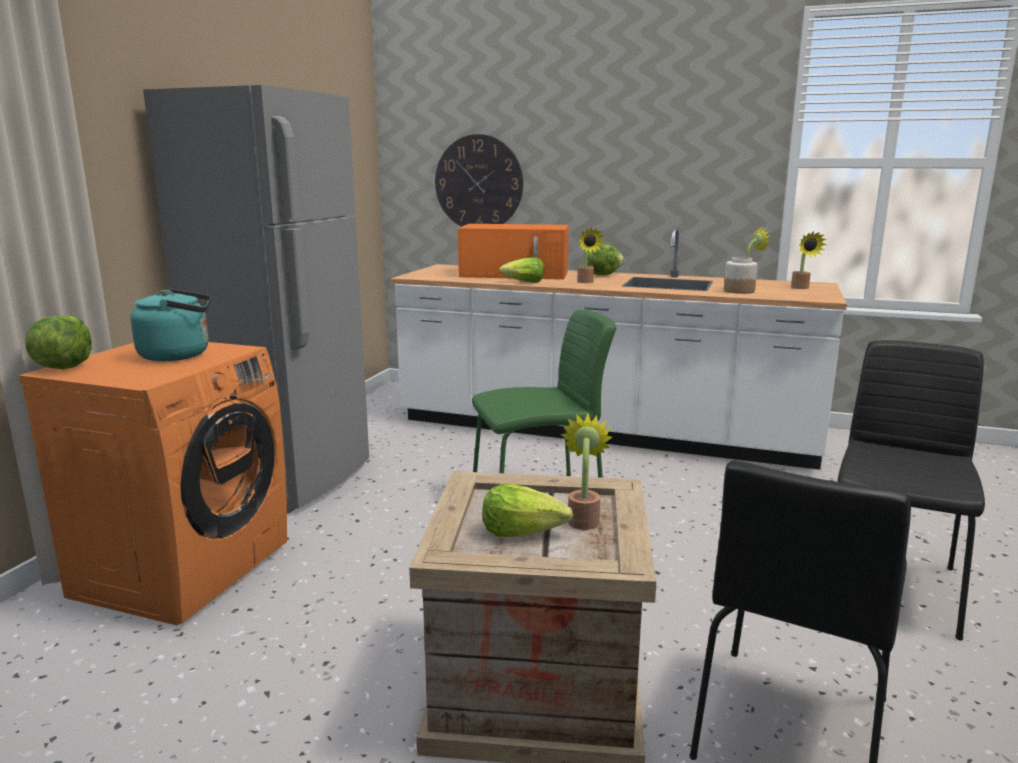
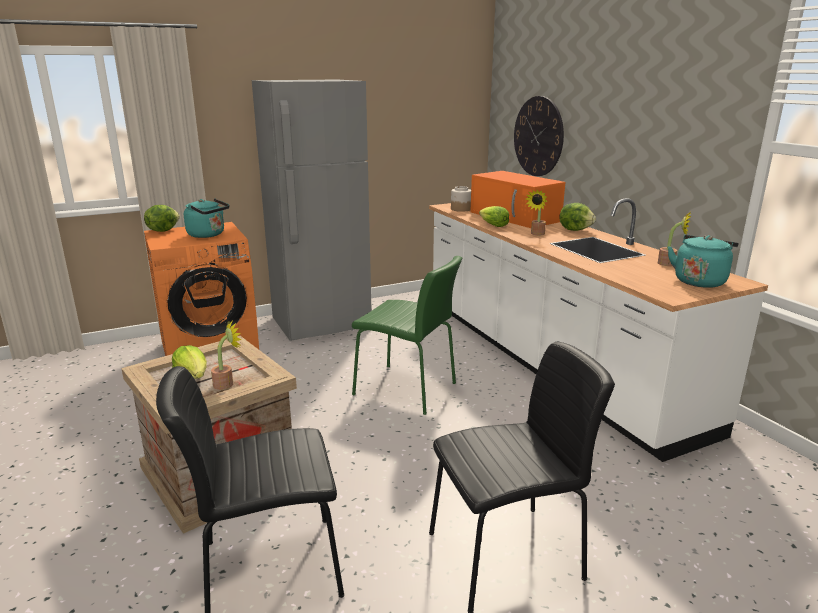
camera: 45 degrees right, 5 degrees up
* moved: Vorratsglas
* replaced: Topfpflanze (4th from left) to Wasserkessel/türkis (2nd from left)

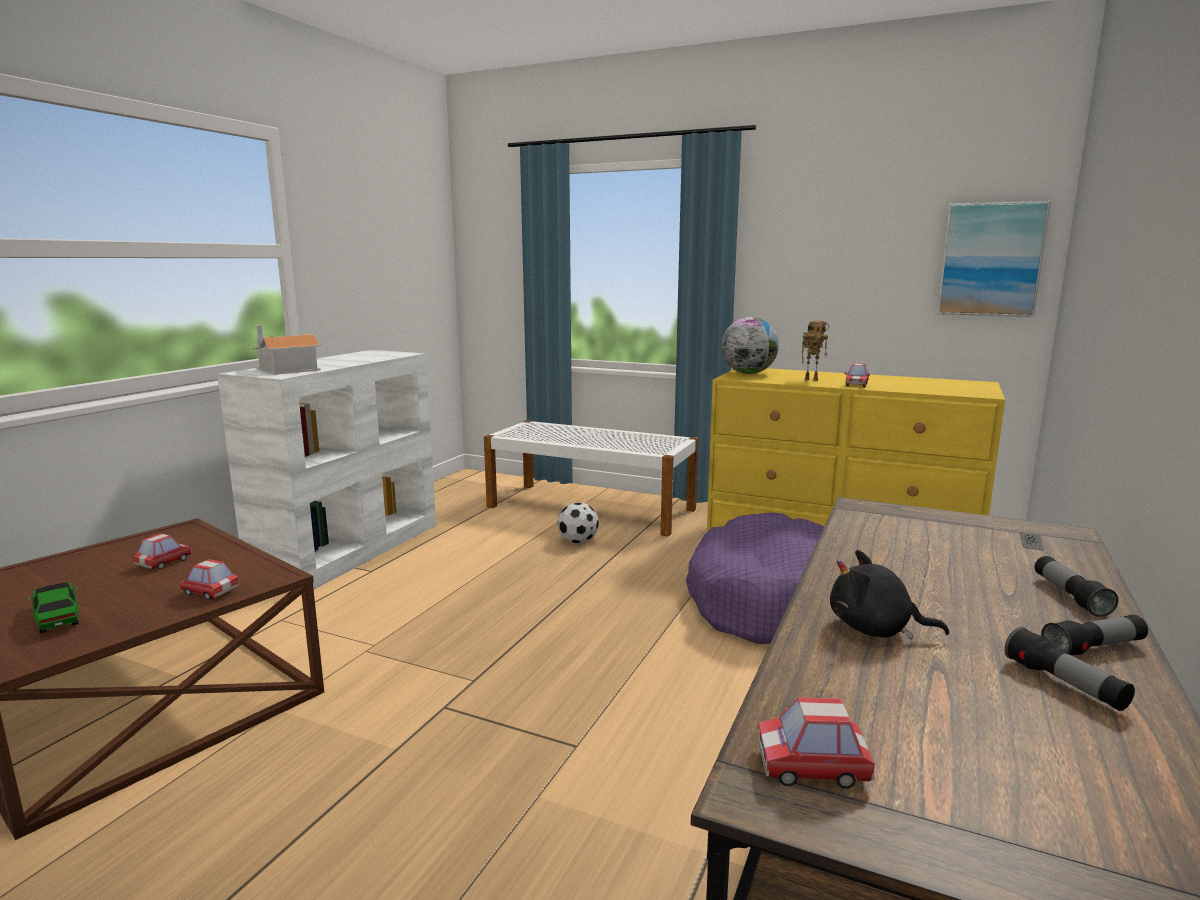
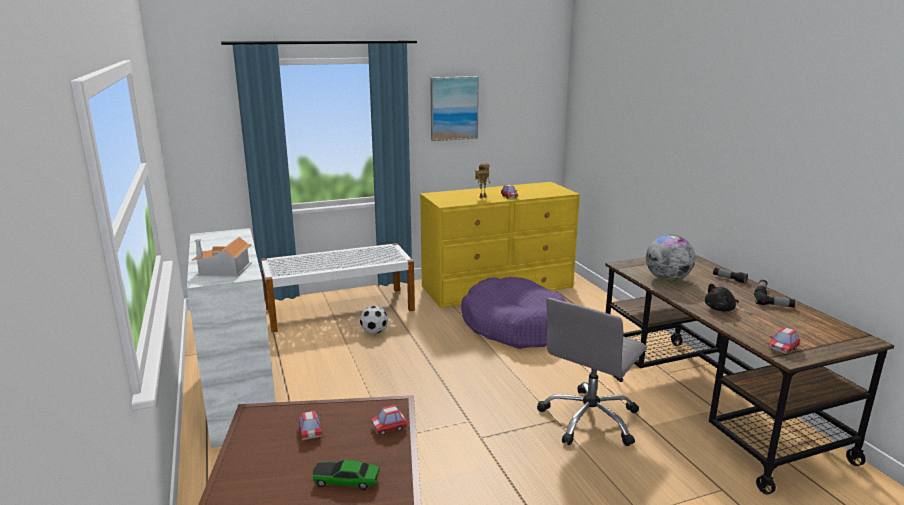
camera: 45 degrees left, 5 degrees up
* moved: Bild
* added: Bürostuhl/grau
* moved: Globus

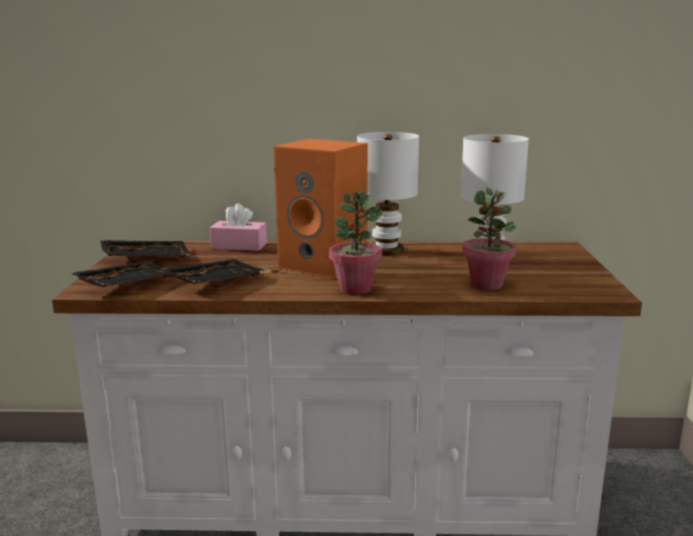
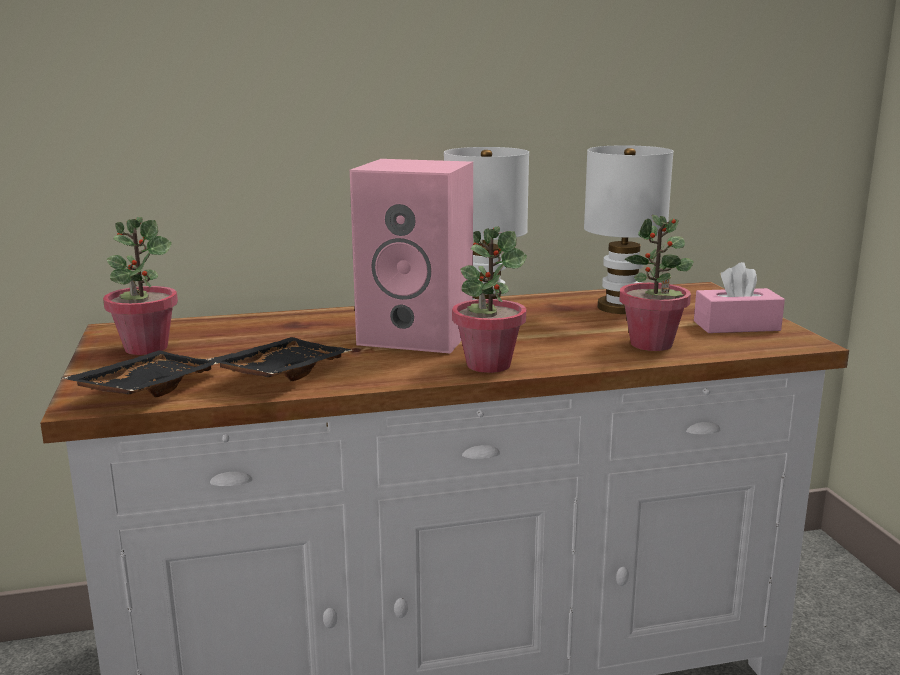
camera: 15 degrees left, 0 degrees up
* replaced: Tablett/schwarz (2nd from left) to Topfpflanze (1st from left)
* recoloured: Lautsprecher/orange to Lautsprecher/rosa
* moved: Taschentuchbox/rosa

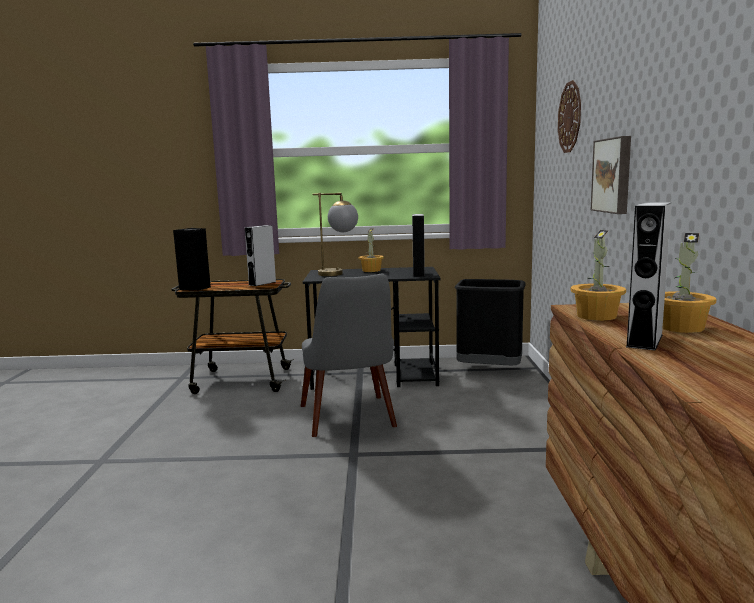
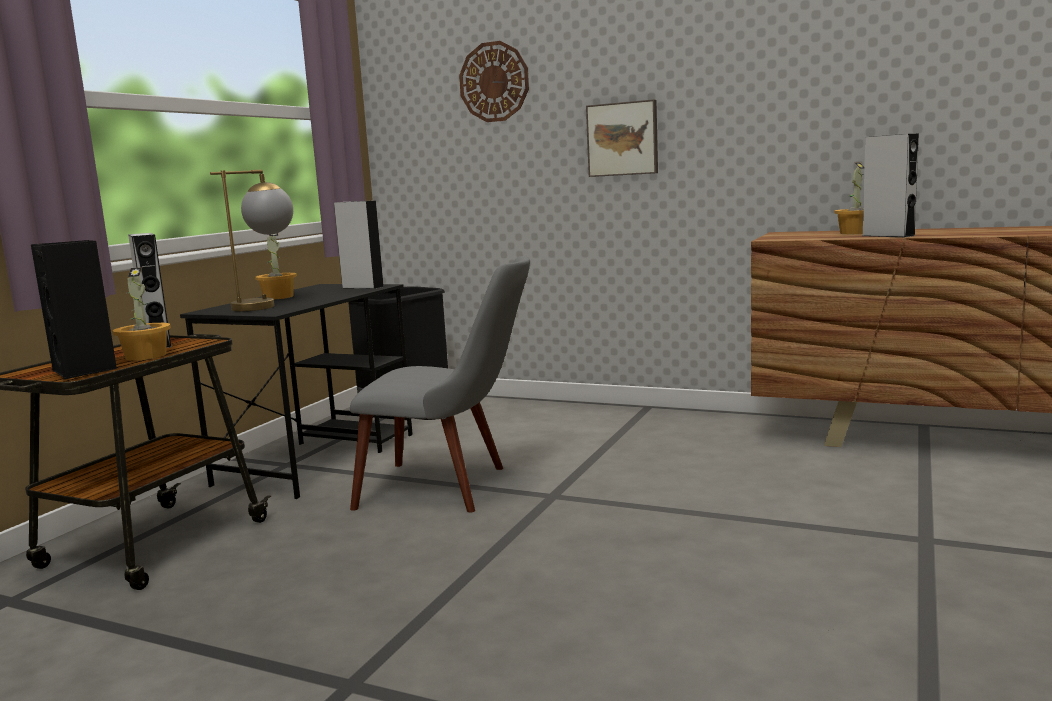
camera: 65 degrees left, 0 degrees up
* moved: Topfpflanze (2nd from left in the first image) to Topfpflanze (1st from left)

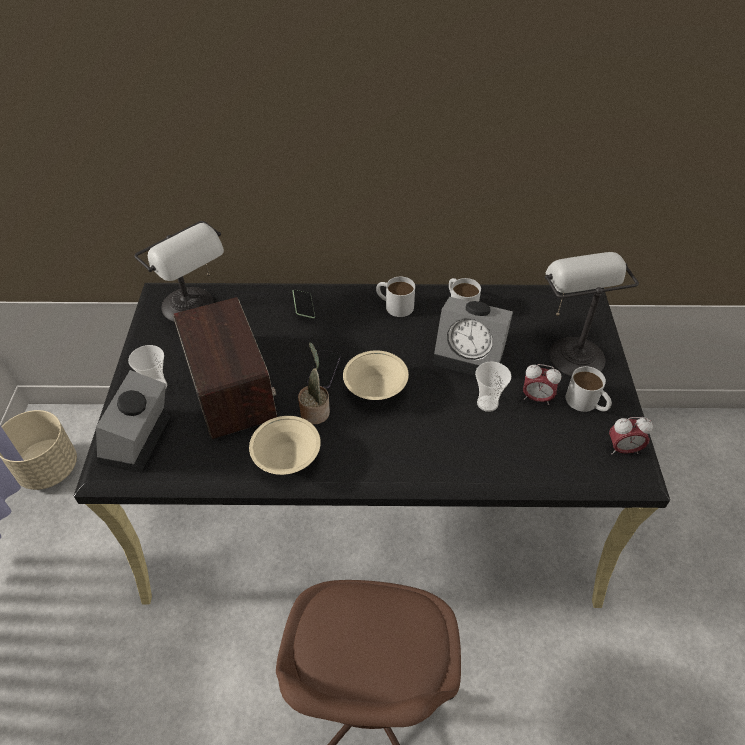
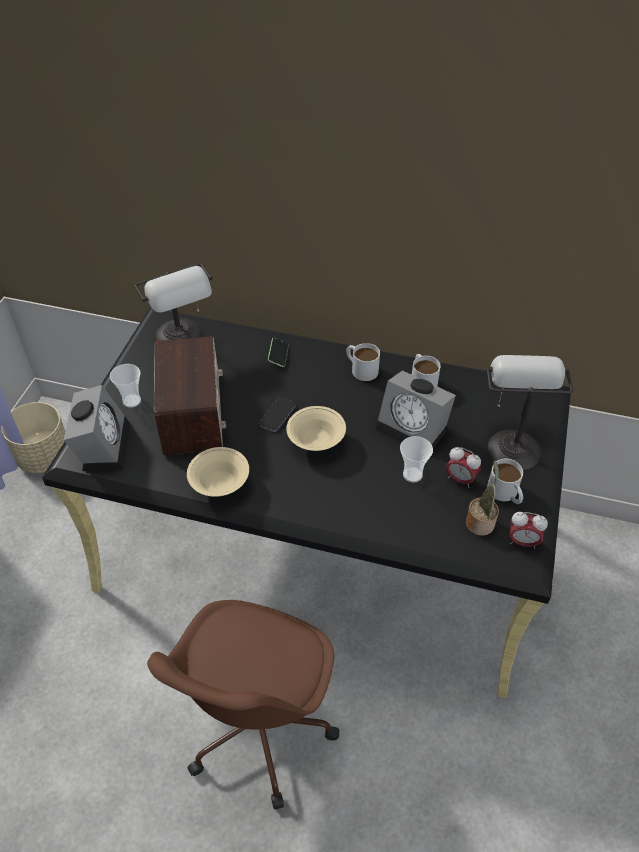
camera: 15 degrees right, 0 degrees up
* turned: Wecker (1st from left) 150 degrees clockwise
* moved: Topfpflanze

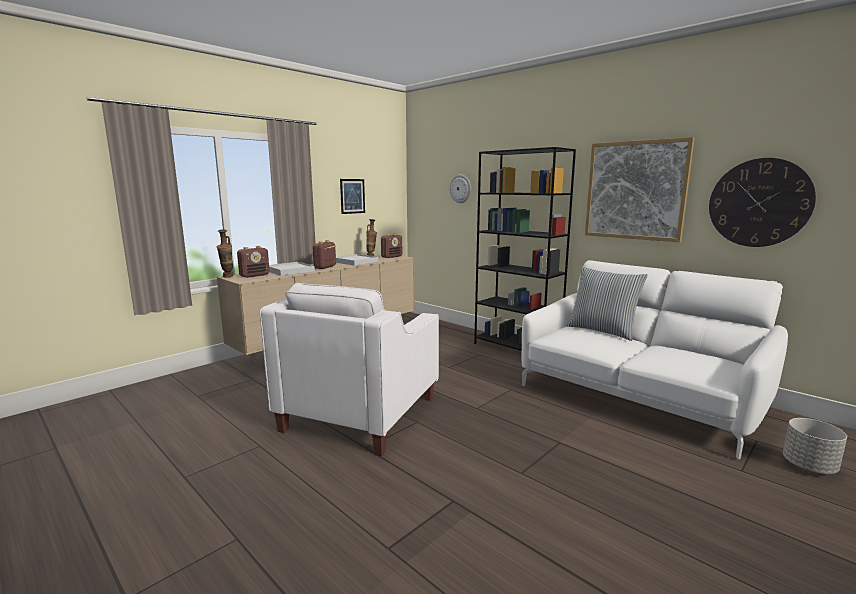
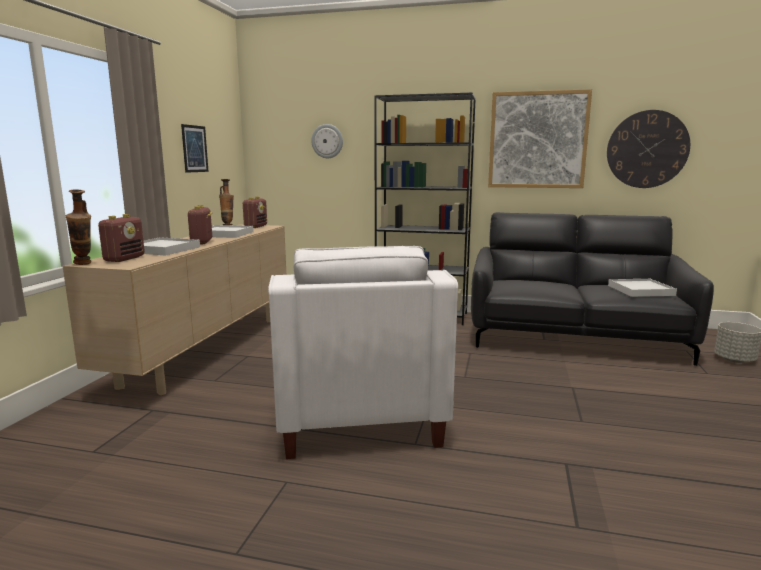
camera: 30 degrees left, 0 degrees up
* recoloured: Sofa/weiß to Sofa/schwarz
* added: Tablett/weiß (3rd from left)
* removed: Kissen

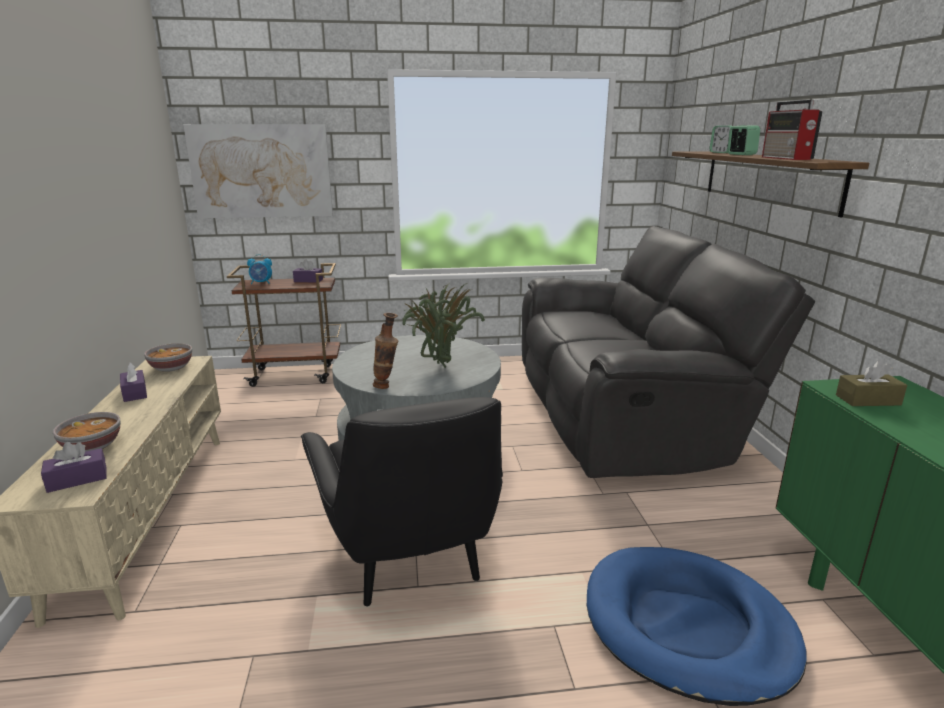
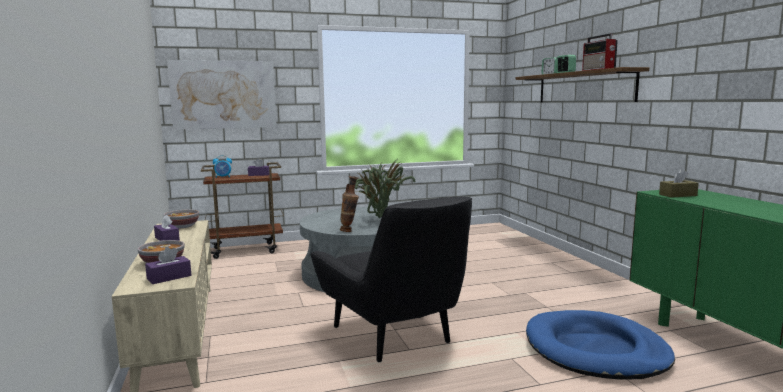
camera: 10 degrees left, 10 degrees down
* removed: Sofa/grau

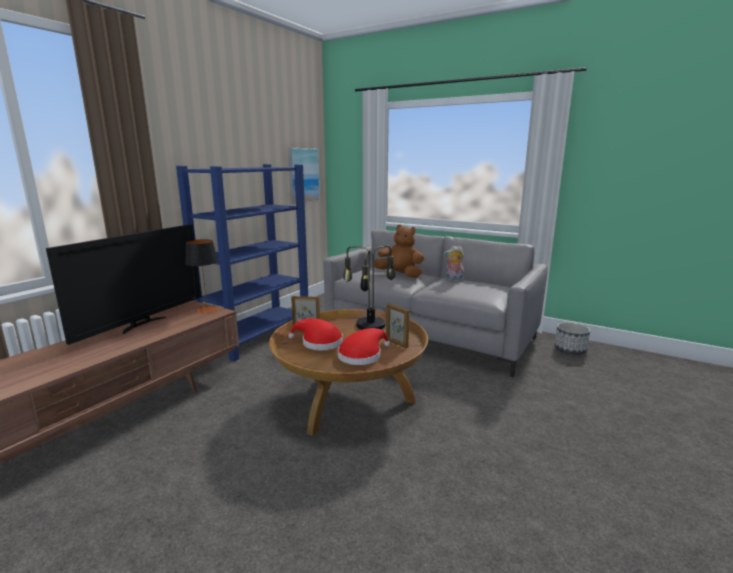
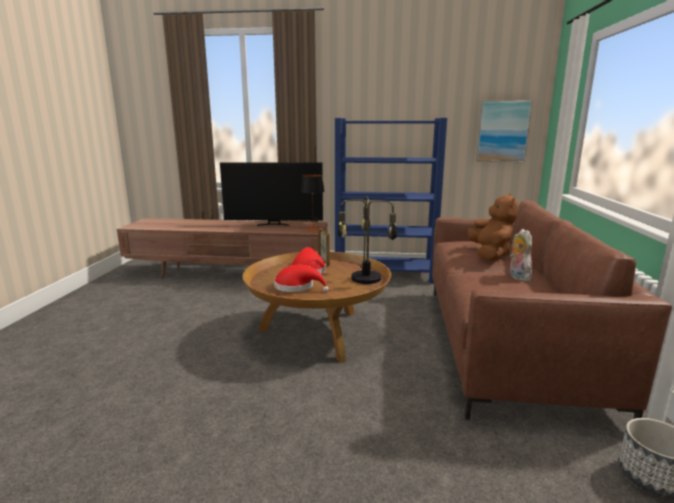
camera: 65 degrees right, 0 degrees up
* recoloured: Sofa/grau to Sofa/braun
* removed: Bilderrahmen (2nd from left)

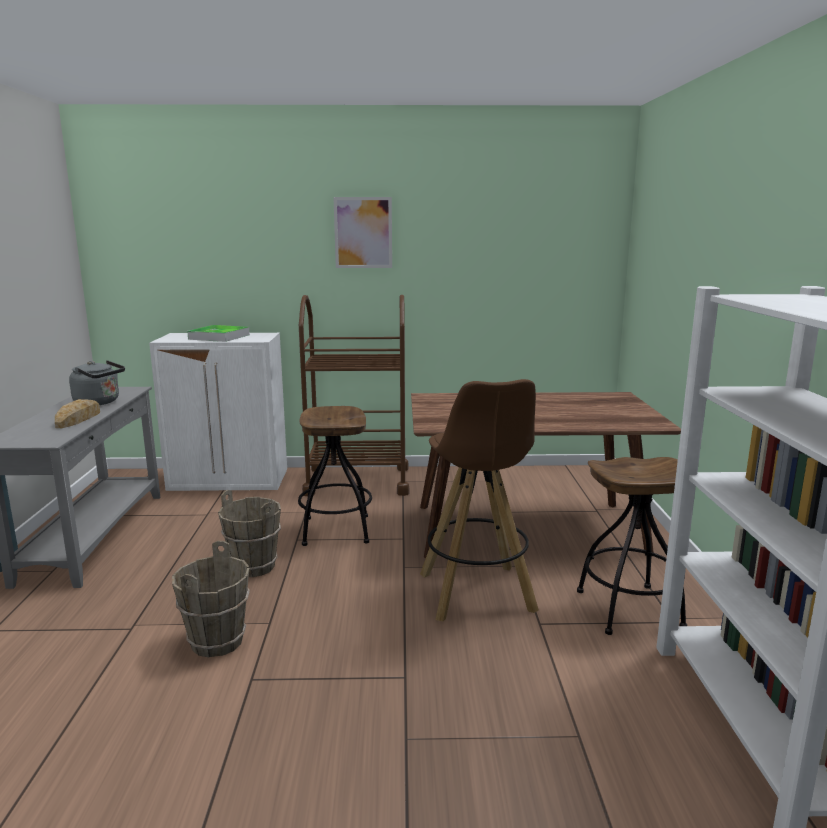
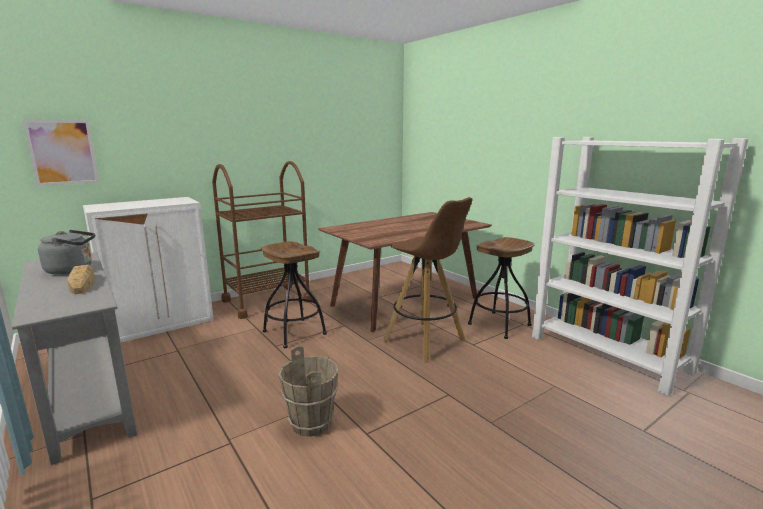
camera: 35 degrees left, 0 degrees up
* moved: Bild
* removed: Tablett
* removed: Eimer/braun (2nd from left)

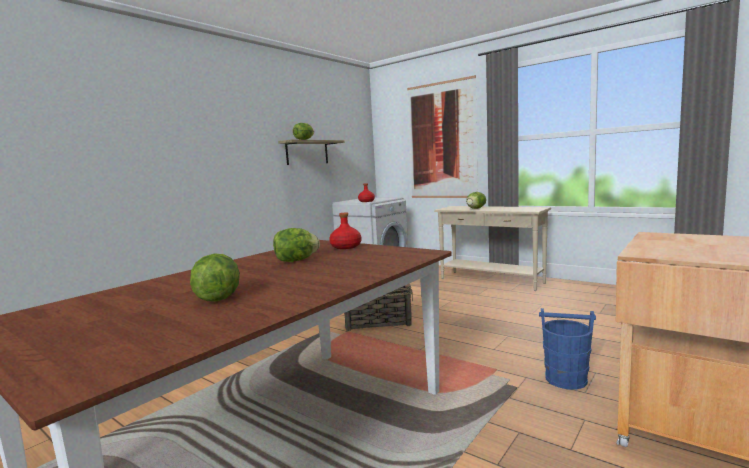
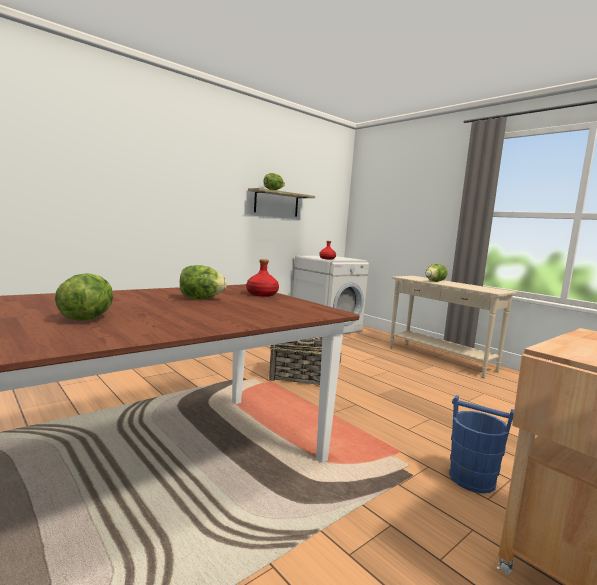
camera: 10 degrees right, 0 degrees up
* removed: Bild

